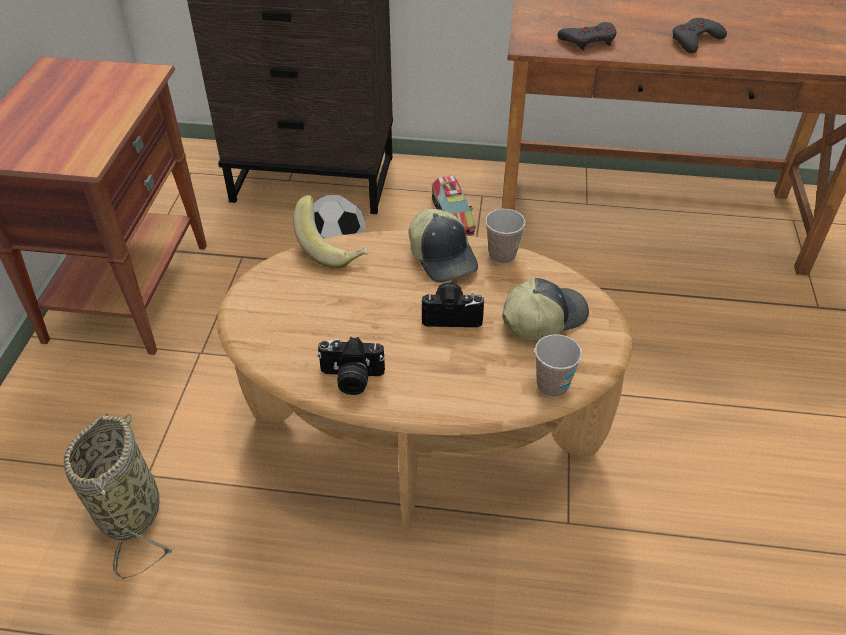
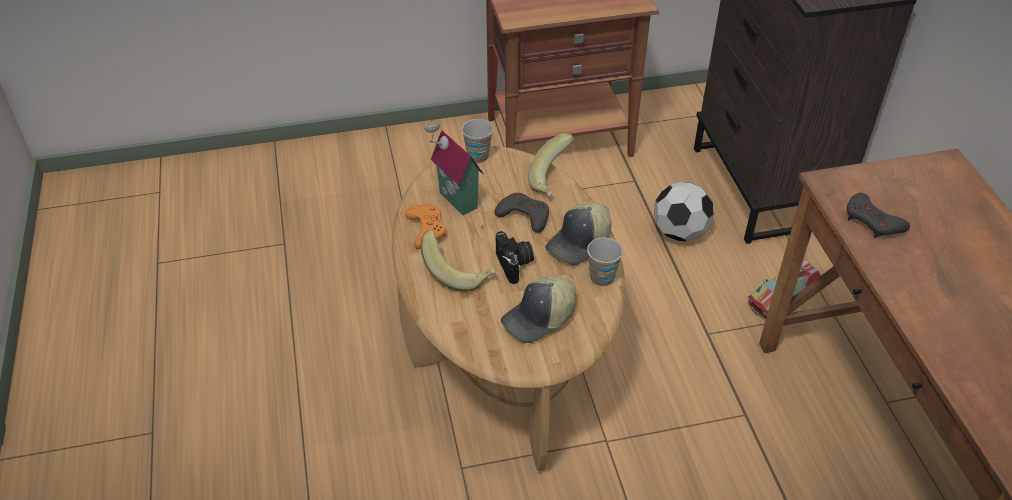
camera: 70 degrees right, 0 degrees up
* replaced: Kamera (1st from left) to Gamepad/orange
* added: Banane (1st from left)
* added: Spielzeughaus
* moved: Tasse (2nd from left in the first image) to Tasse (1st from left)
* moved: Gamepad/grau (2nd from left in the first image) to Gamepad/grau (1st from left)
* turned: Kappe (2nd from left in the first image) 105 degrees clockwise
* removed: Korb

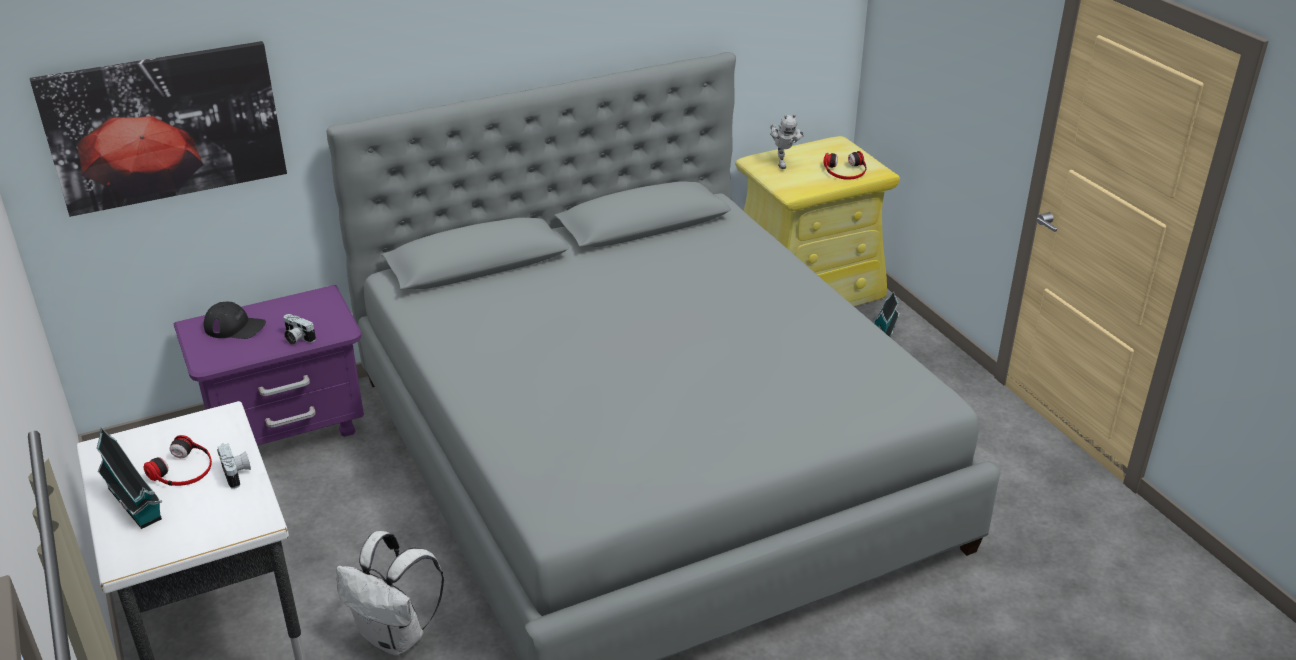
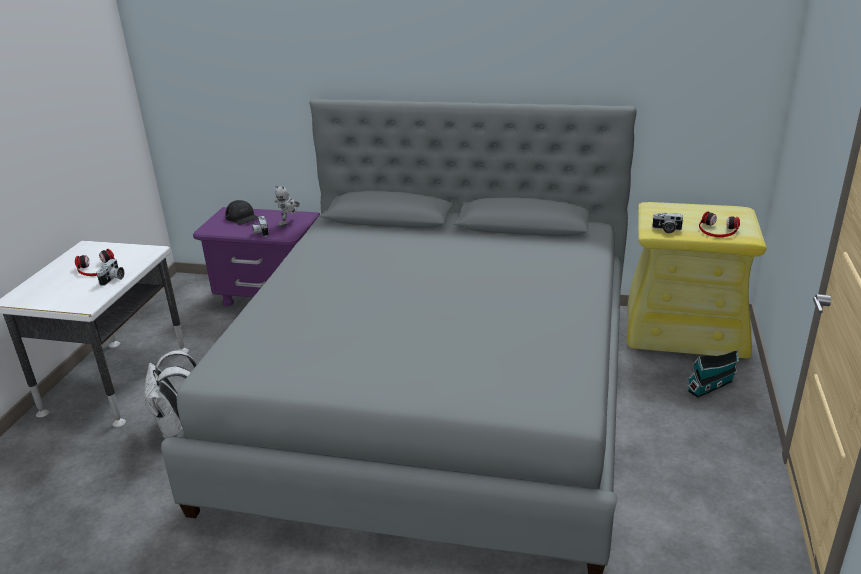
camera: 40 degrees right, 5 degrees down
* moved: Spielzeugroboter
* added: Kamera (3rd from left)
* removed: Bild
* removed: Spielzeughaus (1st from left)

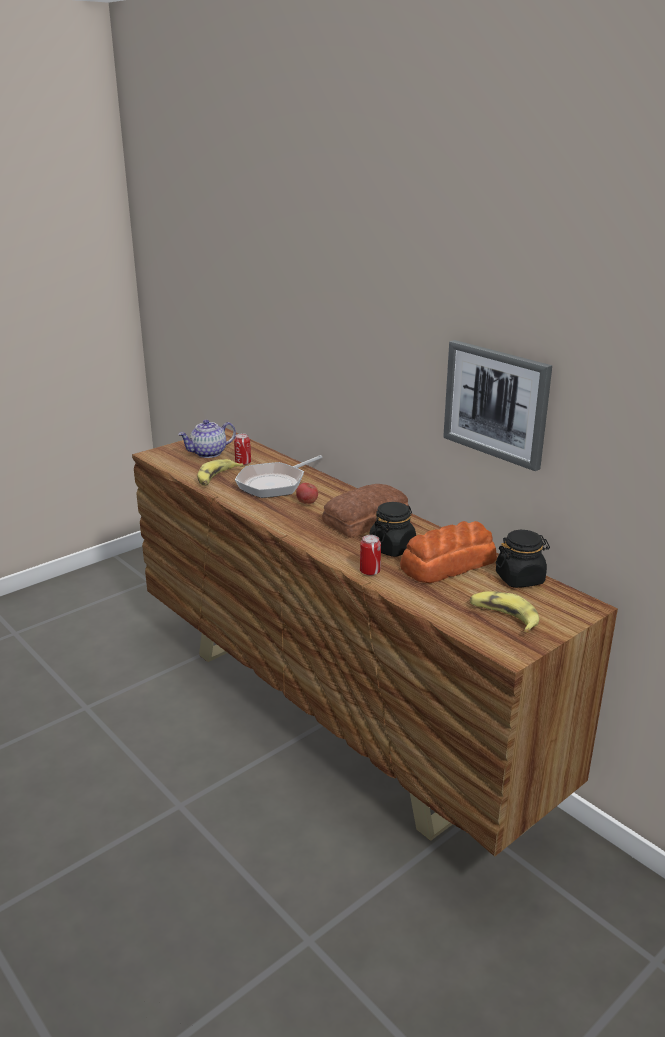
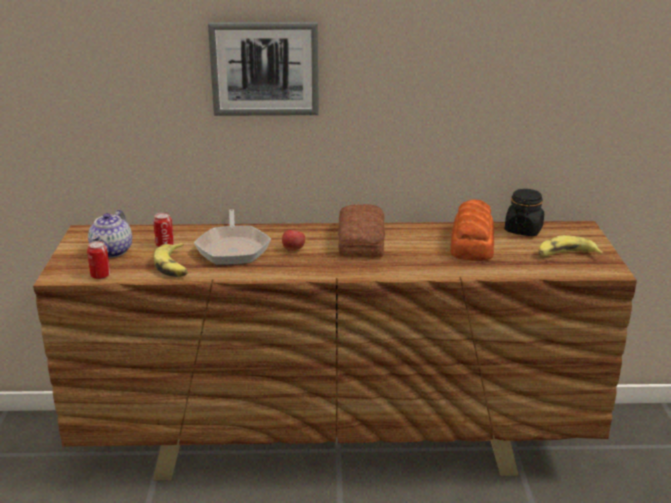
camera: 50 degrees left, 0 degrees up
* moved: Dose (2nd from left in the first image) to Dose (1st from left)
* moved: Bild
* removed: Vorratsglas/schwarz (1st from left)

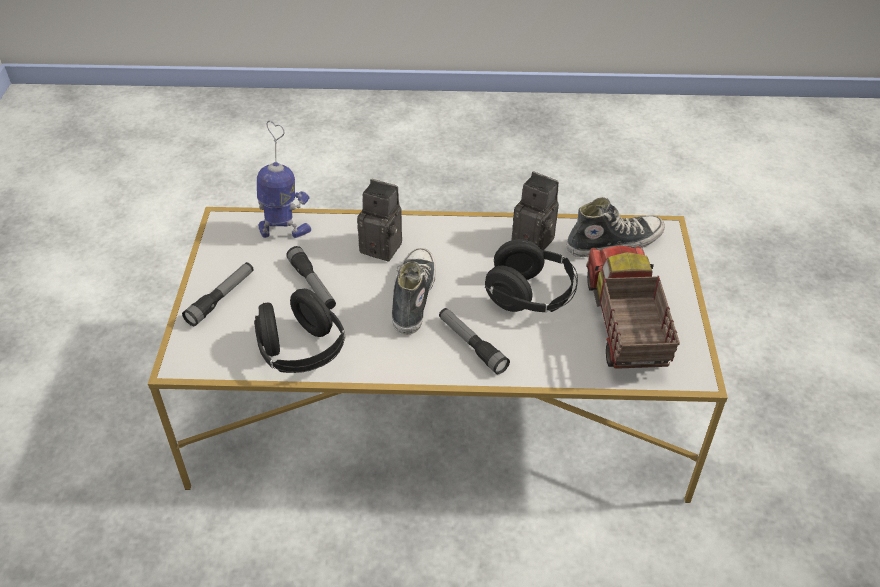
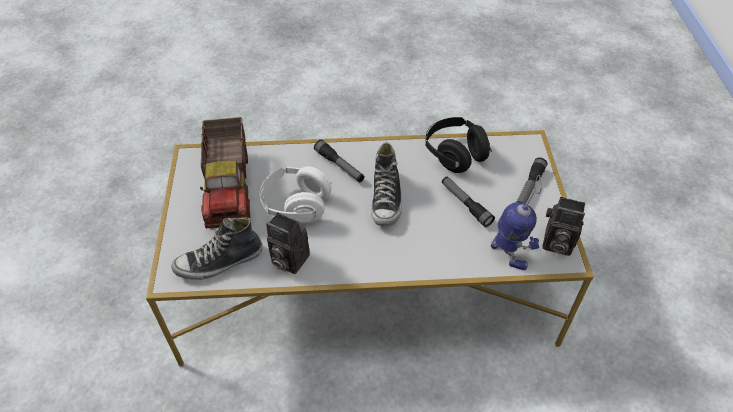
camera: 175 degrees right, 5 degrees up
* recoloured: Kopfhörer/schwarz (2nd from left) to Kopfhörer/weiß
* turned: Spielzeugroboter 120 degrees counterclockwise
* moved: Kamera (1st from left in the first image) to Kamera (2nd from left)

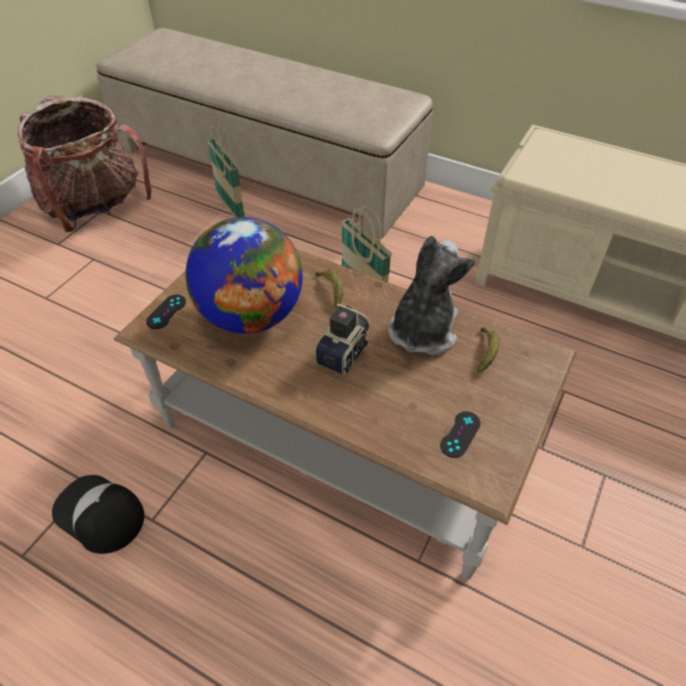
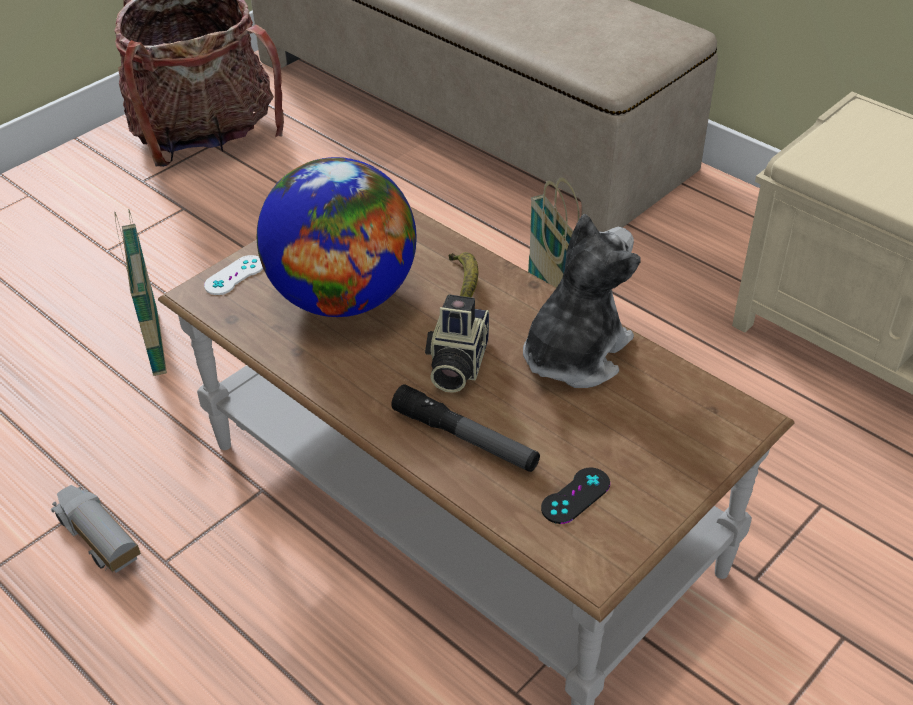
camera: 15 degrees right, 5 degrees down
* replaced: Kappe to Spielzeuglaster
* moved: Korb (1st from left)
* recoloured: Gamepad/schwarz (1st from left) to Gamepad/weiß
* added: Taschenlampe
* turned: Kamera 150 degrees clockwise
* removed: Banane (2nd from left)

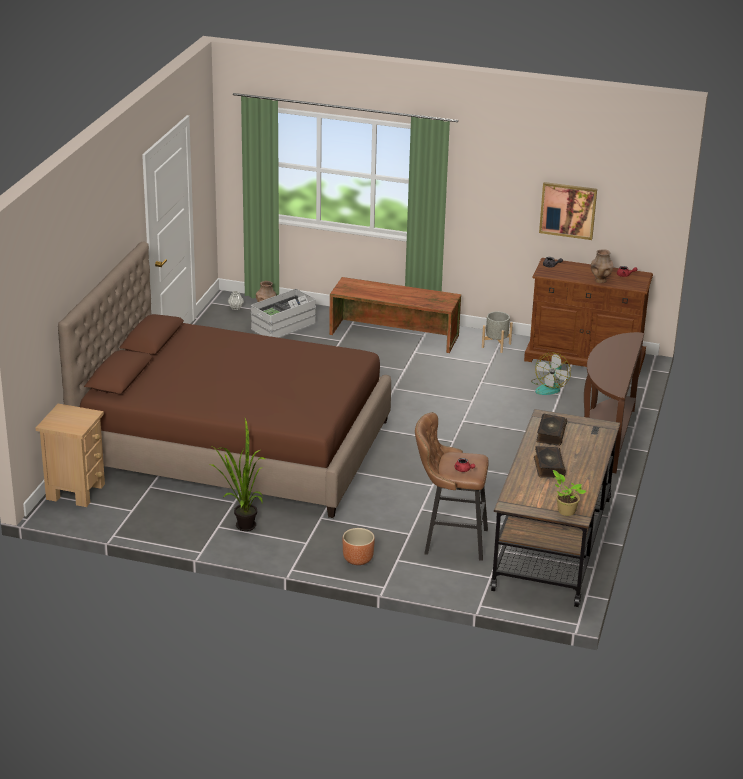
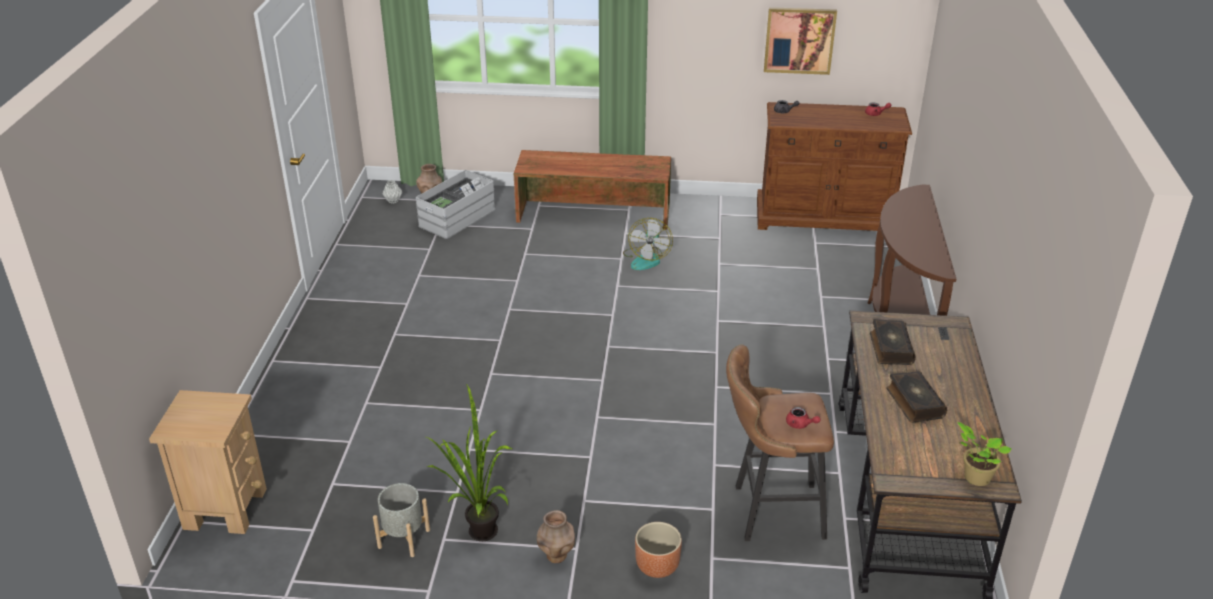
camera: 10 degrees left, 5 degrees up
* moved: Pflanzkübel/grau
* moved: Vase/braun (2nd from left)
* moved: Ventilator
* removed: Bett/braun

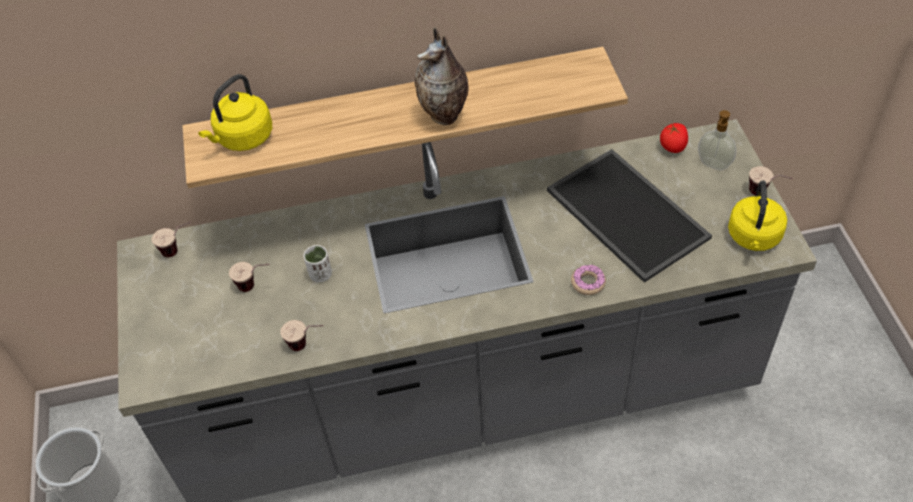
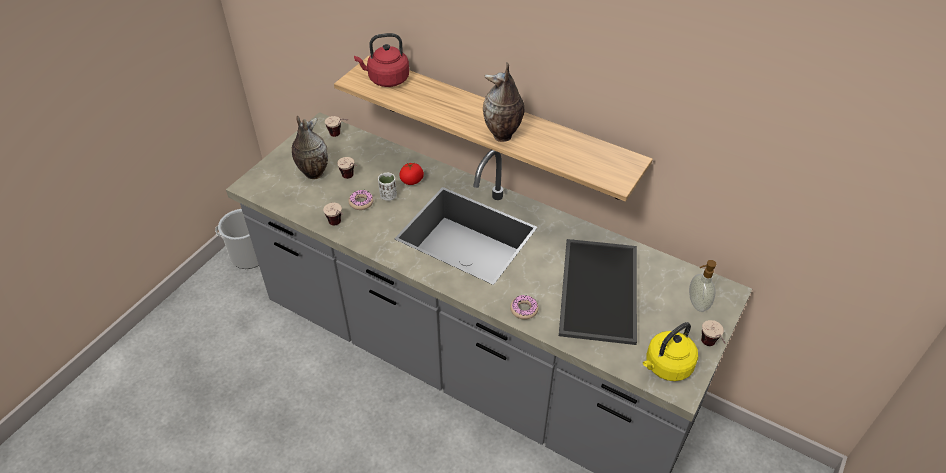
camera: 40 degrees right, 5 degrees down
* added: Vase (1st from left)
* added: Donut (1st from left)
* recoloured: Wasserkessel/gelb (1st from left) to Wasserkessel/rot
* moved: Tomate

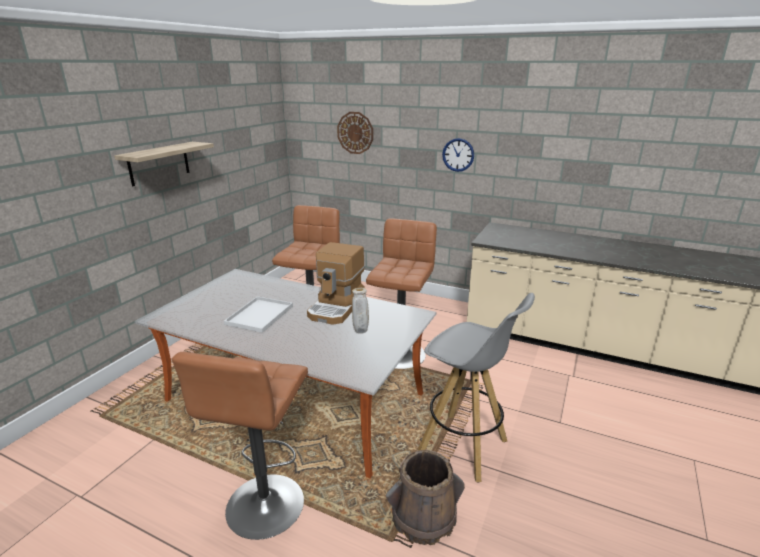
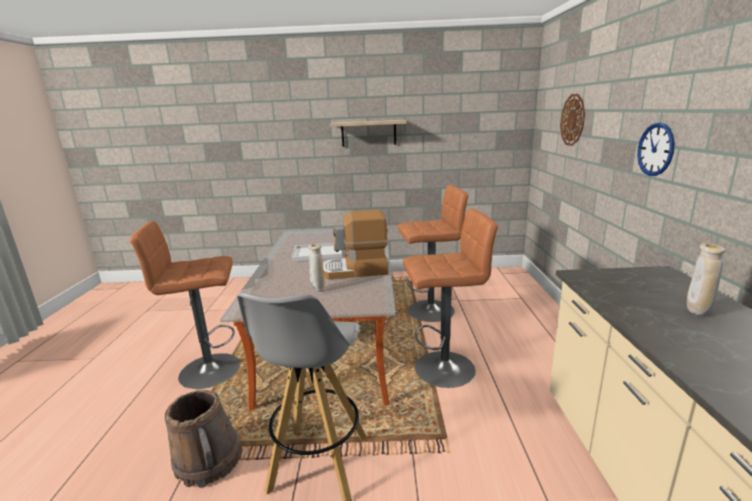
camera: 65 degrees right, 5 degrees down
* added: Vase/beige (2nd from left)

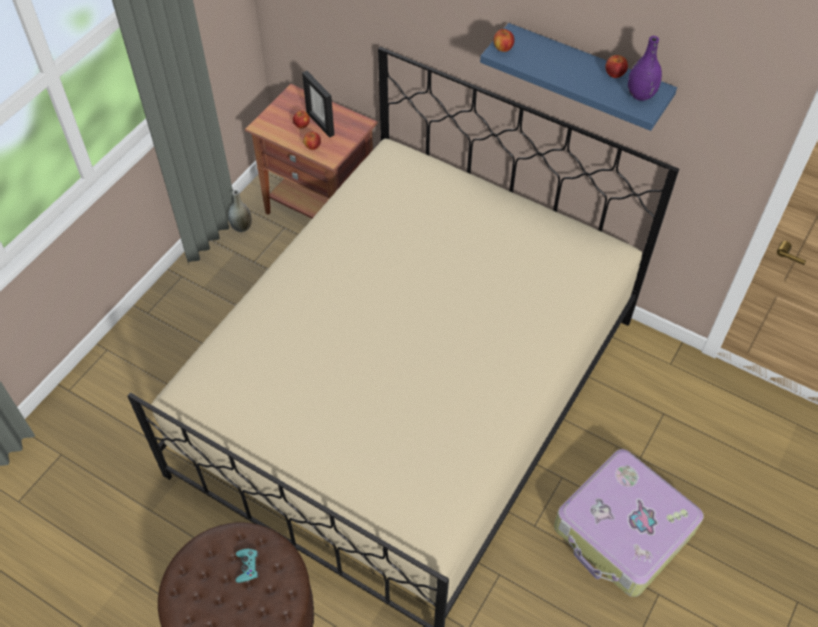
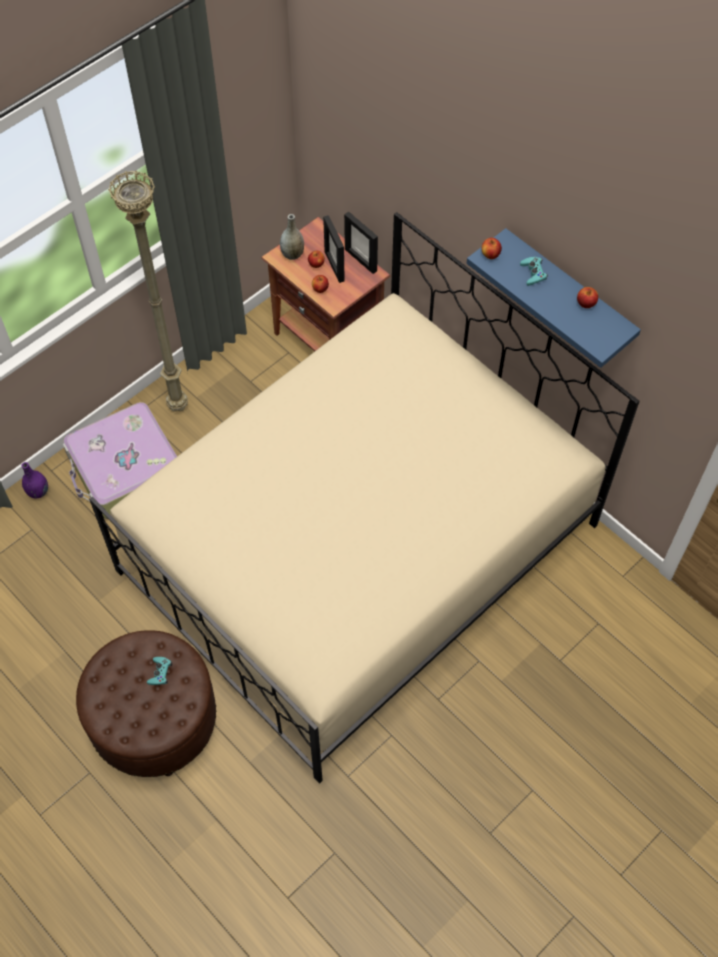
camera: 15 degrees right, 5 degrees up
* moved: Vase/lila
* moved: Koffer
* added: Stehlampe/beige
* moved: Vase/grau
* added: Bilderrahmen (2nd from left)
* added: Gamepad/türkis (2nd from left)

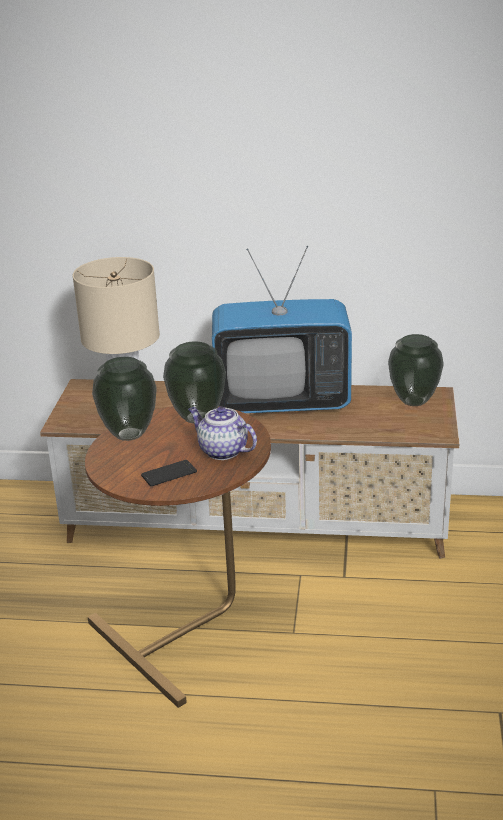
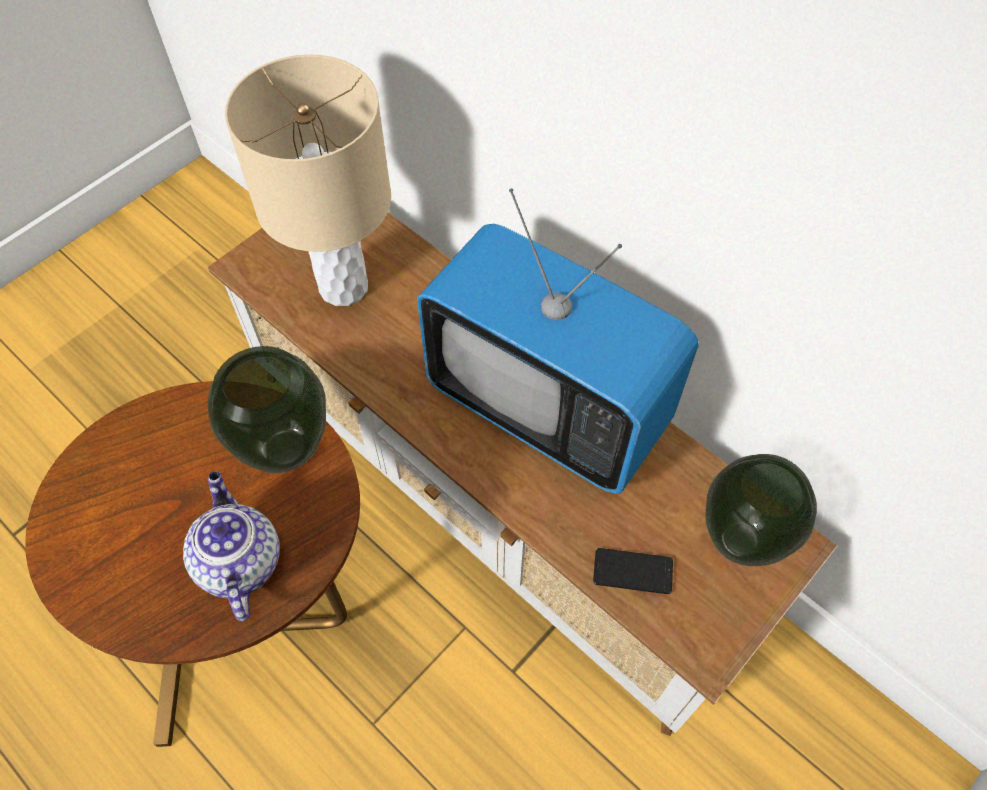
camera: 35 degrees right, 30 degrees up
* moved: Handy
* removed: Vase (1st from left)

